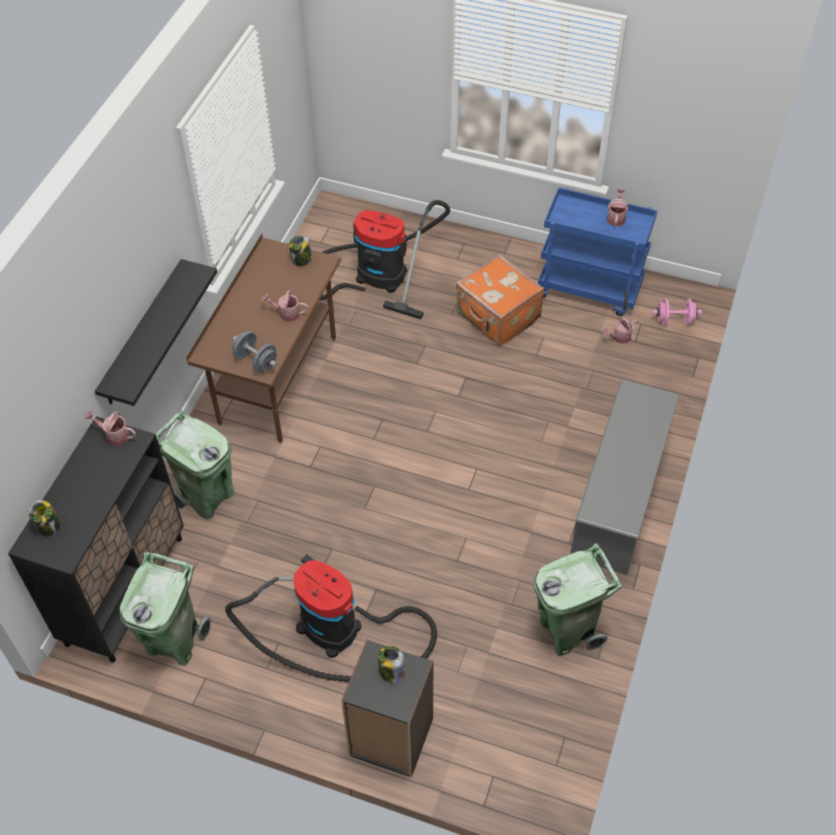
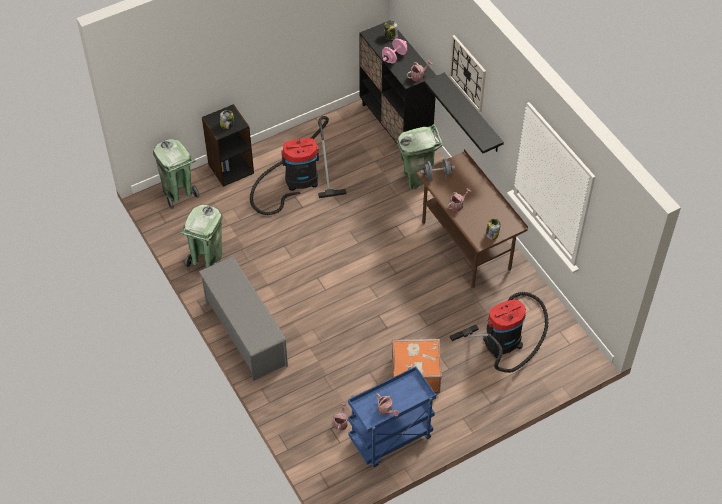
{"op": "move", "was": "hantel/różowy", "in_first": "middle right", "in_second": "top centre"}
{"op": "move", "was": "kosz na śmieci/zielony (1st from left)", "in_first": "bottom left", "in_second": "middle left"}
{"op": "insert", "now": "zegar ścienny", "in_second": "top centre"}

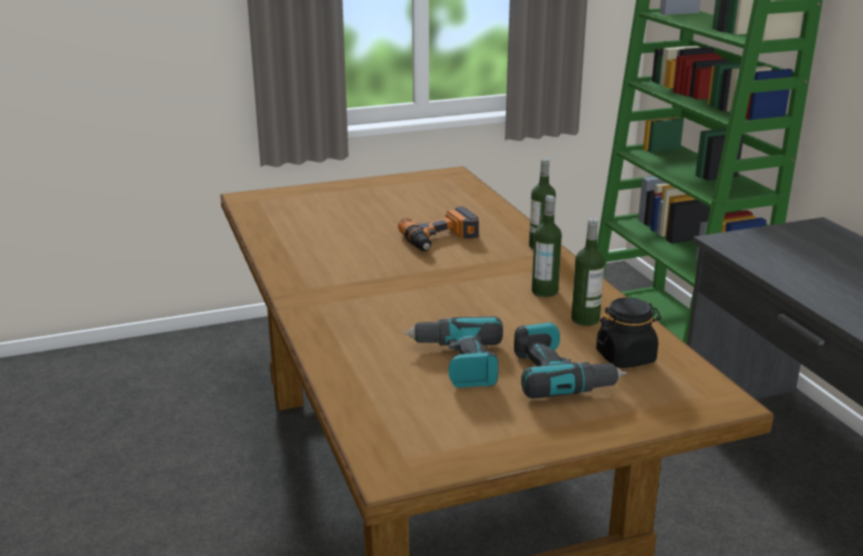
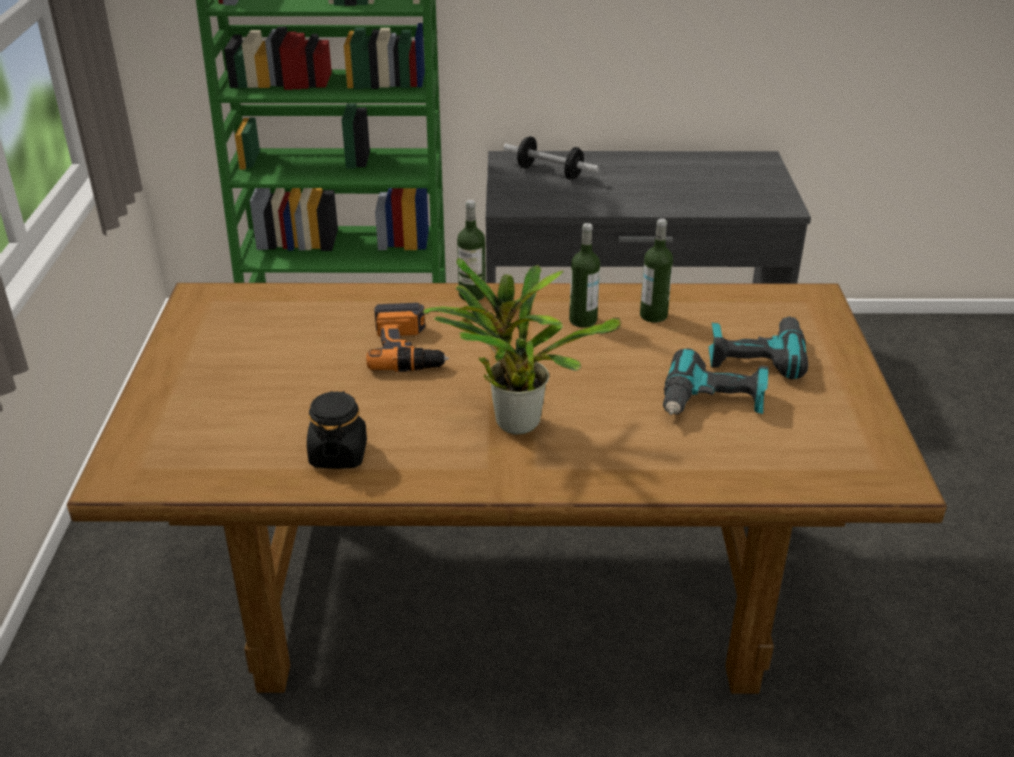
{"op": "move", "was": "słoik/czarny", "in_first": "middle right", "in_second": "middle left"}
{"op": "insert", "now": "hantel", "in_second": "top centre"}
{"op": "insert", "now": "roślina doniczkowa", "in_second": "centre"}

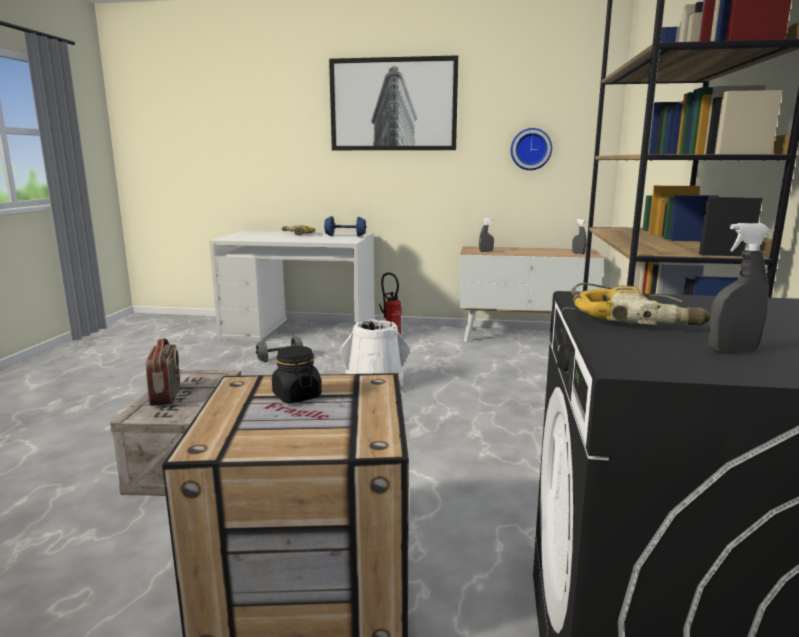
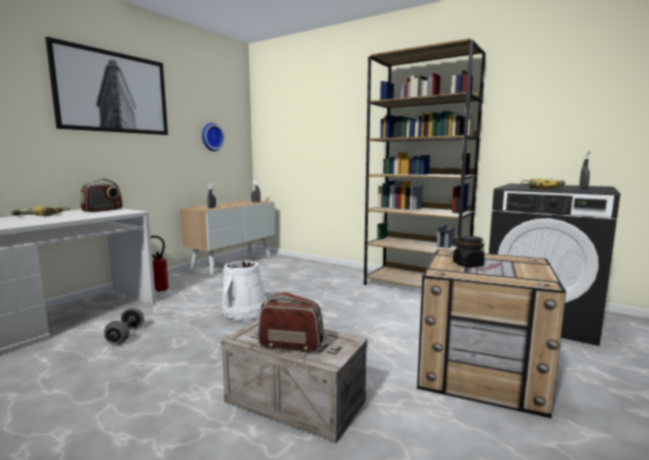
{"op": "replace", "was": "hantel/niebieski", "now": "radio (1st from left)", "in_first": "centre", "in_second": "middle left"}

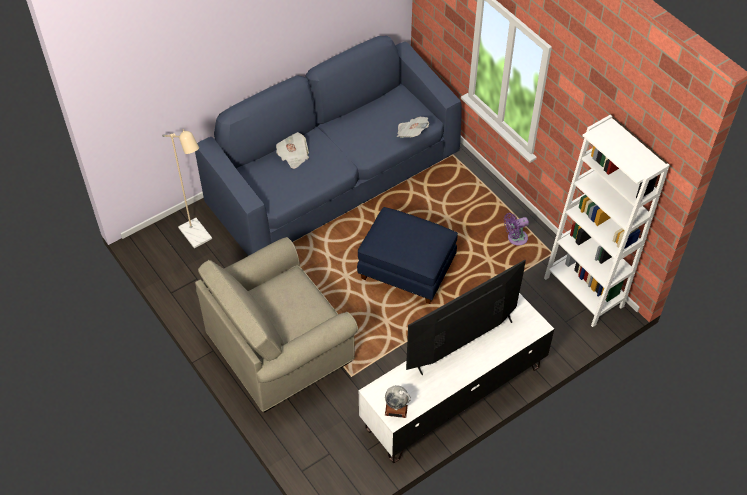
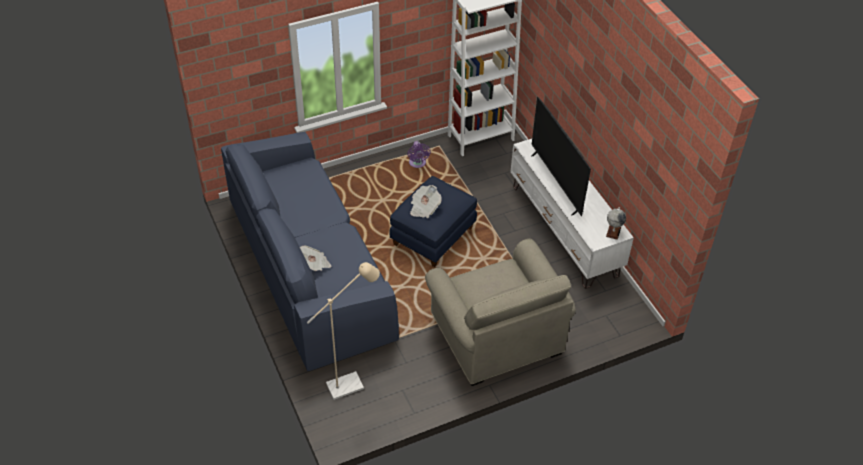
{"op": "move", "was": "gazeta (2nd from left)", "in_first": "top centre", "in_second": "centre"}

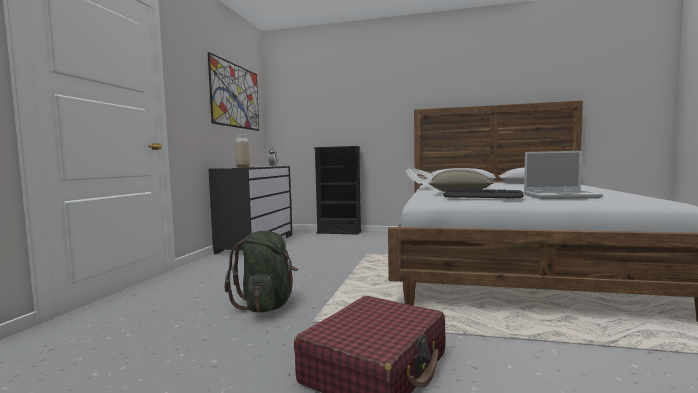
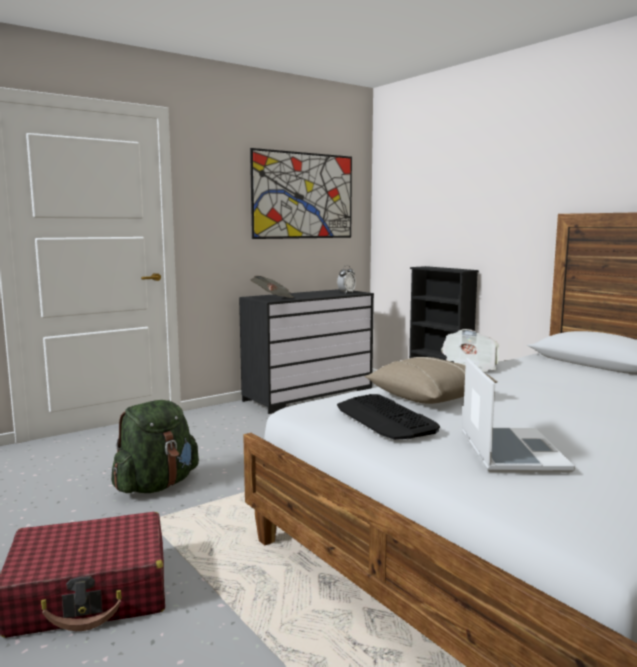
{"op": "replace", "was": "wazon", "now": "gazeta (1st from left)", "in_first": "centre", "in_second": "centre"}
{"op": "rotate", "was": "laptop", "in_first": "middle right", "in_second": "middle right", "clockwise": -135}

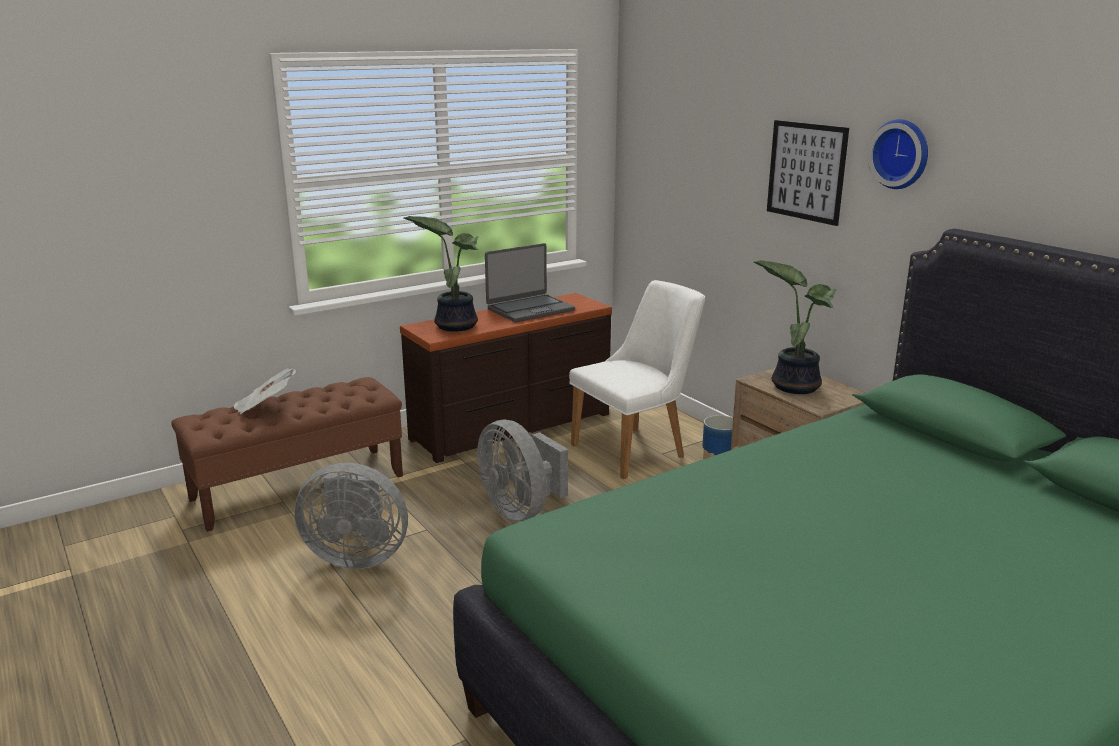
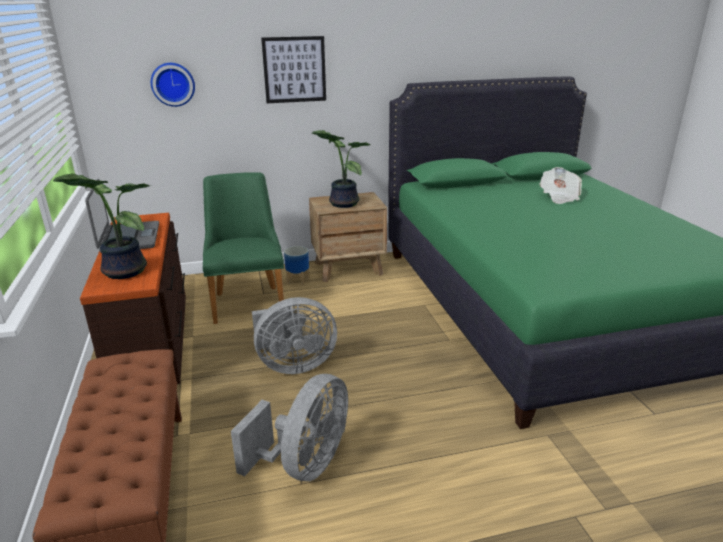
{"op": "move", "was": "zegar ścienny", "in_first": "top right", "in_second": "top left"}
{"op": "recolor", "was": "krzesło/biały", "now": "krzesło/zielony", "in_first": "centre", "in_second": "centre"}
{"op": "move", "was": "gazeta", "in_first": "middle left", "in_second": "middle right"}

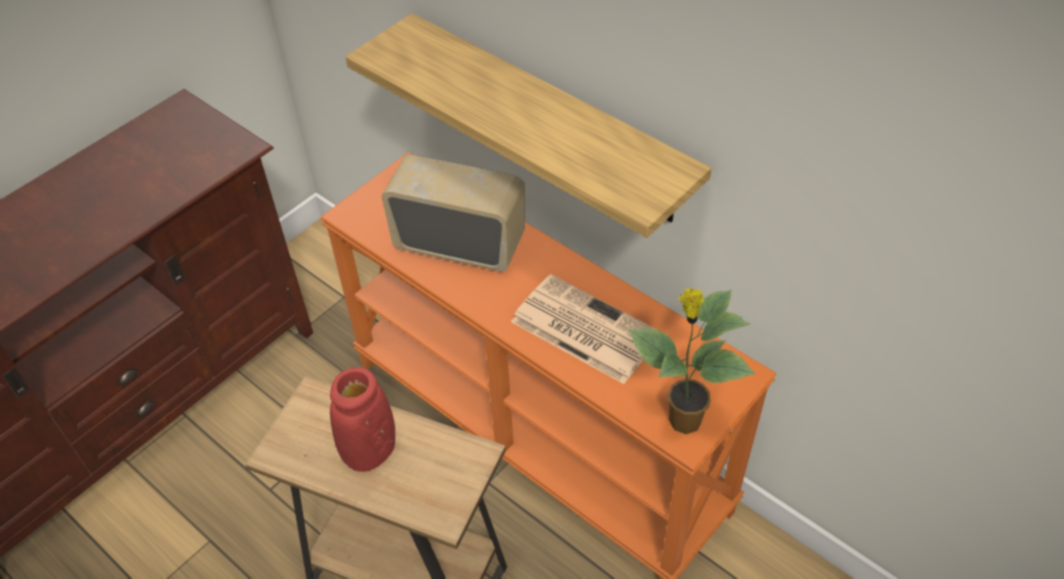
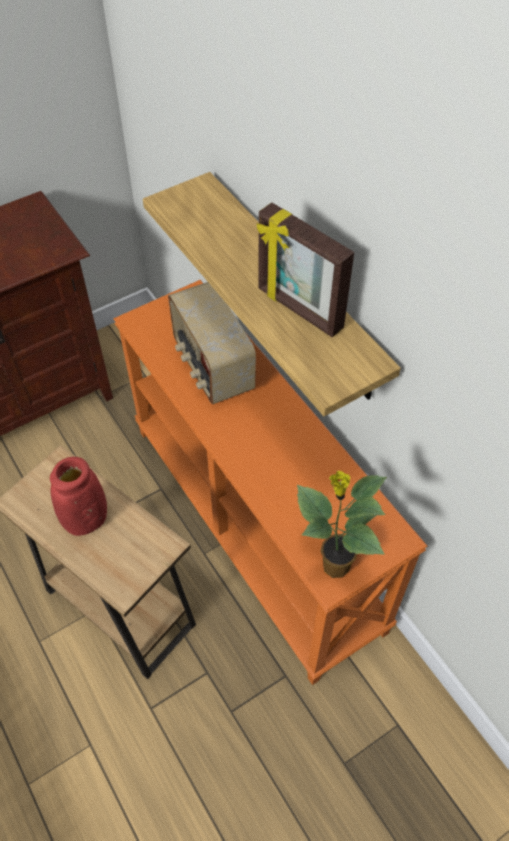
{"op": "rotate", "was": "radio", "in_first": "centre", "in_second": "centre", "clockwise": -150}
{"op": "delete", "was": "gazeta", "in_first": "centre"}
{"op": "insert", "now": "ramka na zdjęcie", "in_second": "top centre"}

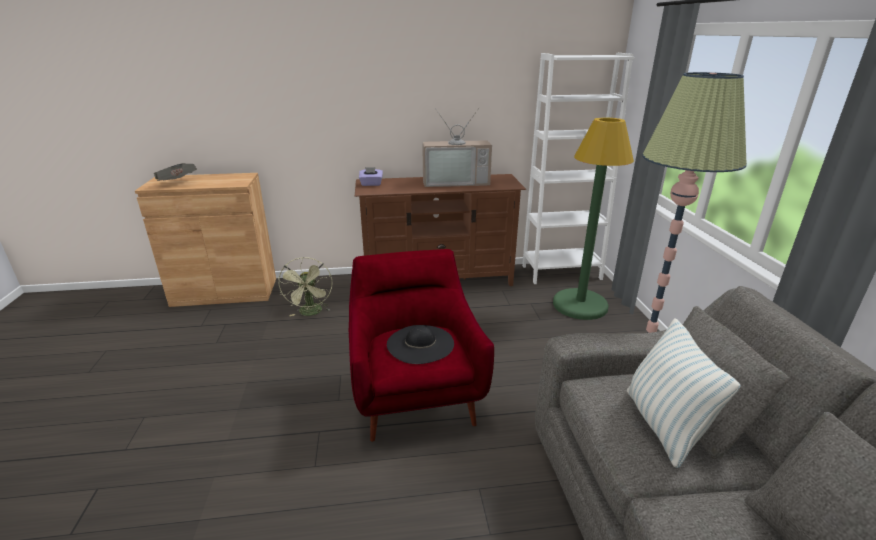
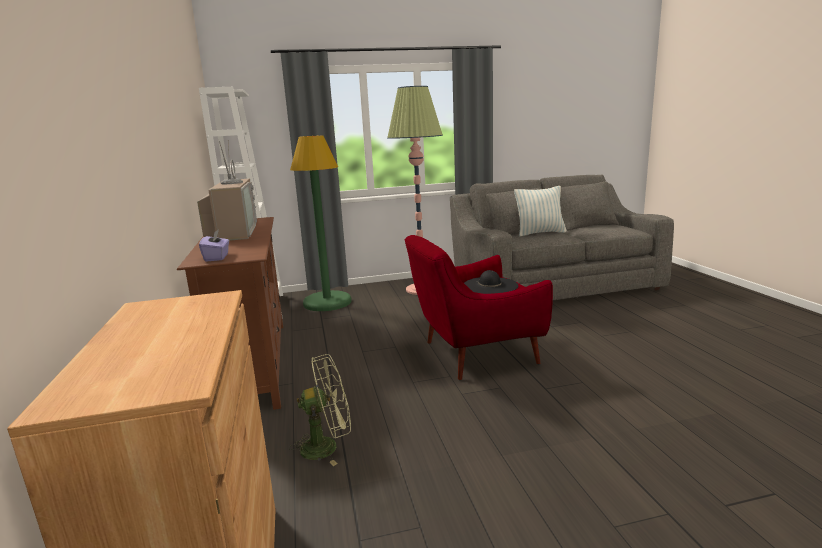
{"op": "delete", "was": "gazeta", "in_first": "top left"}

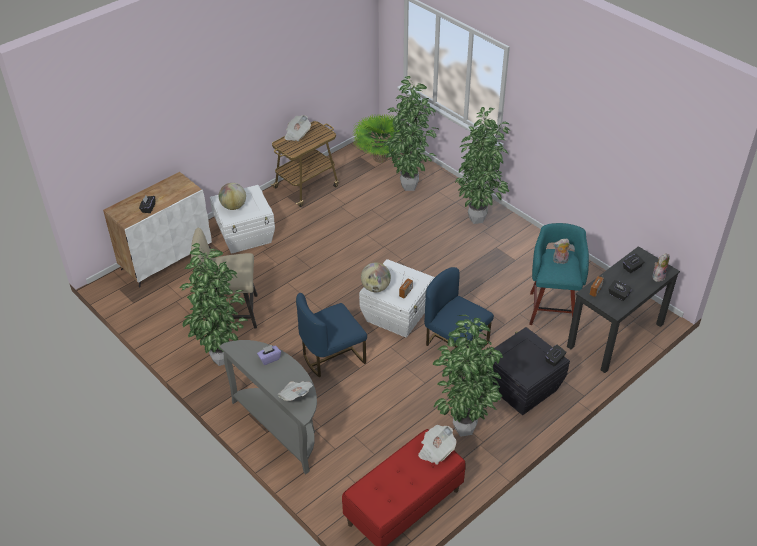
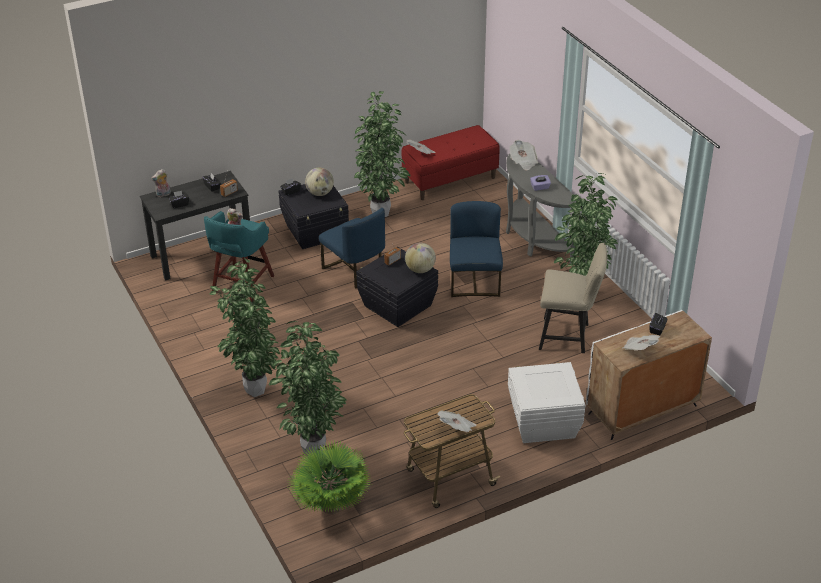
{"op": "move", "was": "globus (1st from left)", "in_first": "middle left", "in_second": "top centre"}
{"op": "recolor", "was": "pojemnik do przechowywania/biały (2nd from left)", "now": "pojemnik do przechowywania/czarny (2nd from left)", "in_first": "centre", "in_second": "centre"}
{"op": "rotate", "was": "krzesło/niebieski (1st from left in the first image)", "in_first": "centre", "in_second": "centre", "clockwise": -75}
{"op": "insert", "now": "gazeta (4th from left)", "in_second": "middle right"}

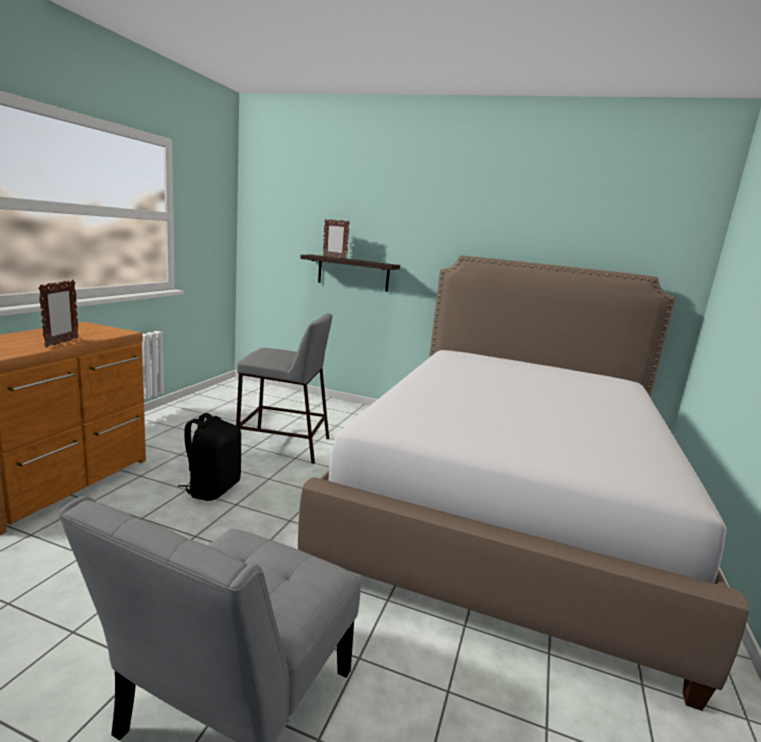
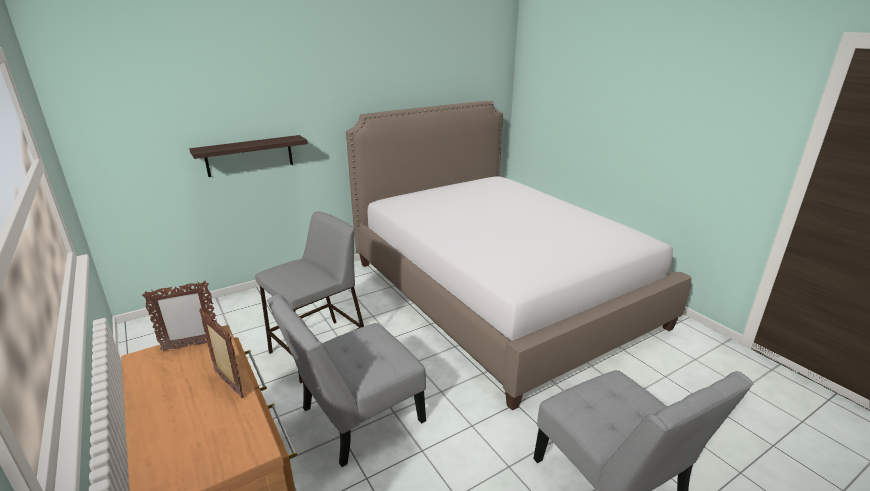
{"op": "move", "was": "ramka na zdjęcie (2nd from left in the first image)", "now": "ramka na zdjęcie (1st from left)", "in_first": "top centre", "in_second": "middle left"}
{"op": "replace", "was": "plecak/czarny", "now": "krzesło/szary (1st from left)", "in_first": "middle left", "in_second": "bottom centre"}

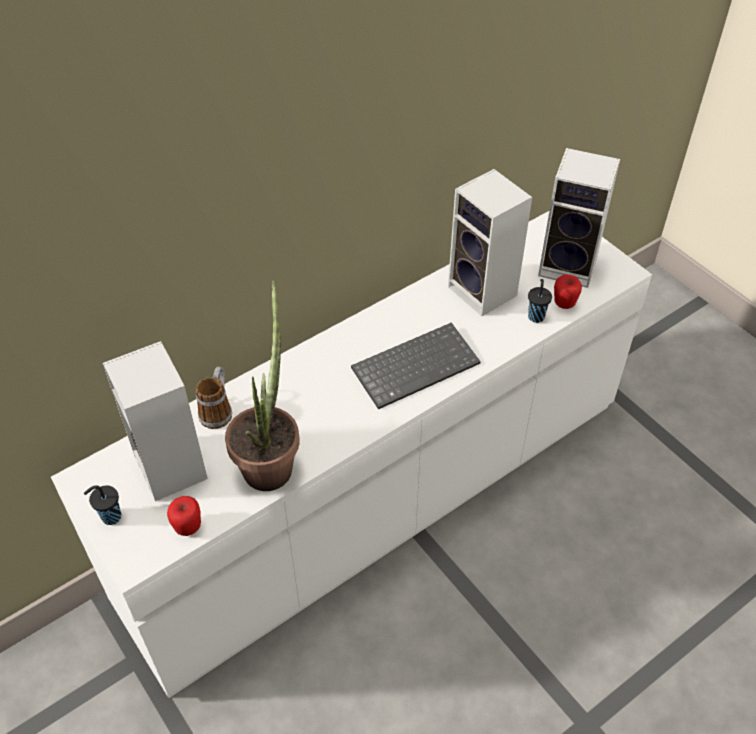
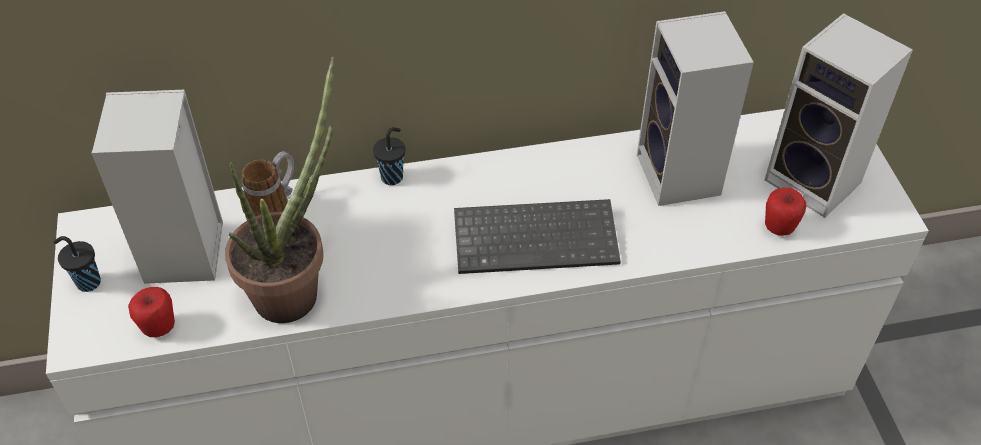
{"op": "move", "was": "filiżanka/czarny (2nd from left)", "in_first": "middle right", "in_second": "centre"}

